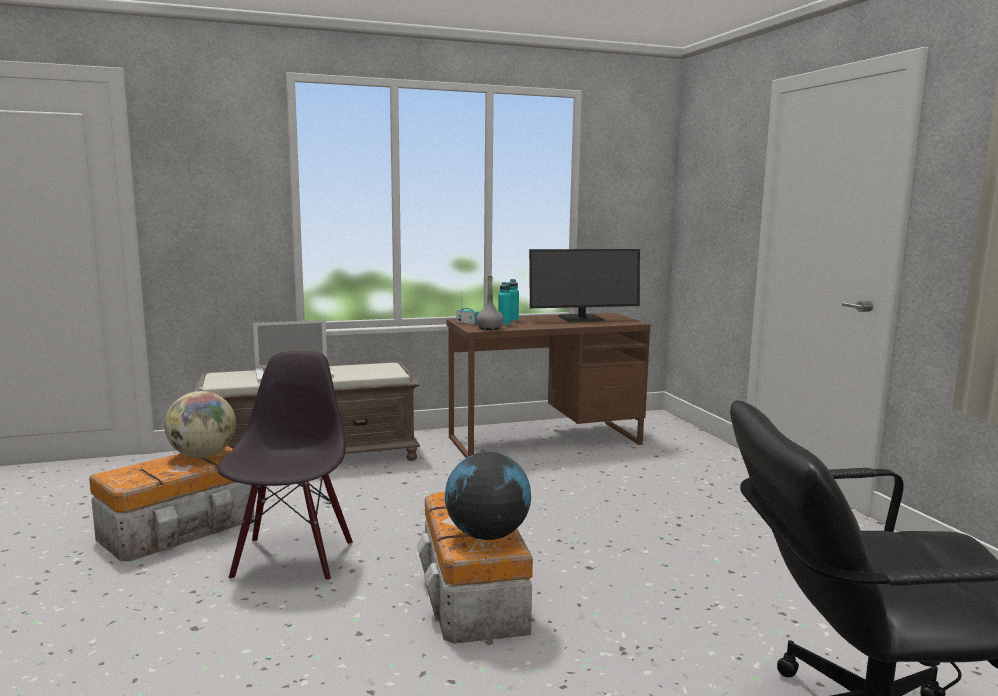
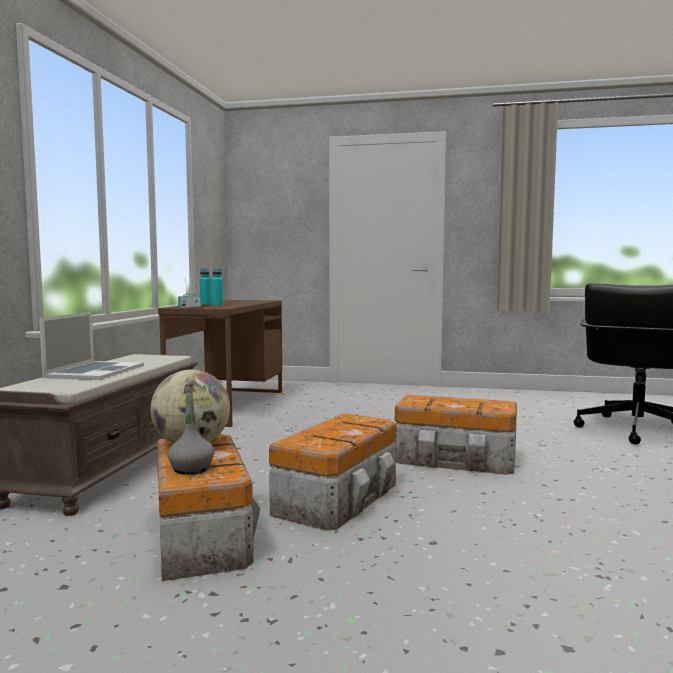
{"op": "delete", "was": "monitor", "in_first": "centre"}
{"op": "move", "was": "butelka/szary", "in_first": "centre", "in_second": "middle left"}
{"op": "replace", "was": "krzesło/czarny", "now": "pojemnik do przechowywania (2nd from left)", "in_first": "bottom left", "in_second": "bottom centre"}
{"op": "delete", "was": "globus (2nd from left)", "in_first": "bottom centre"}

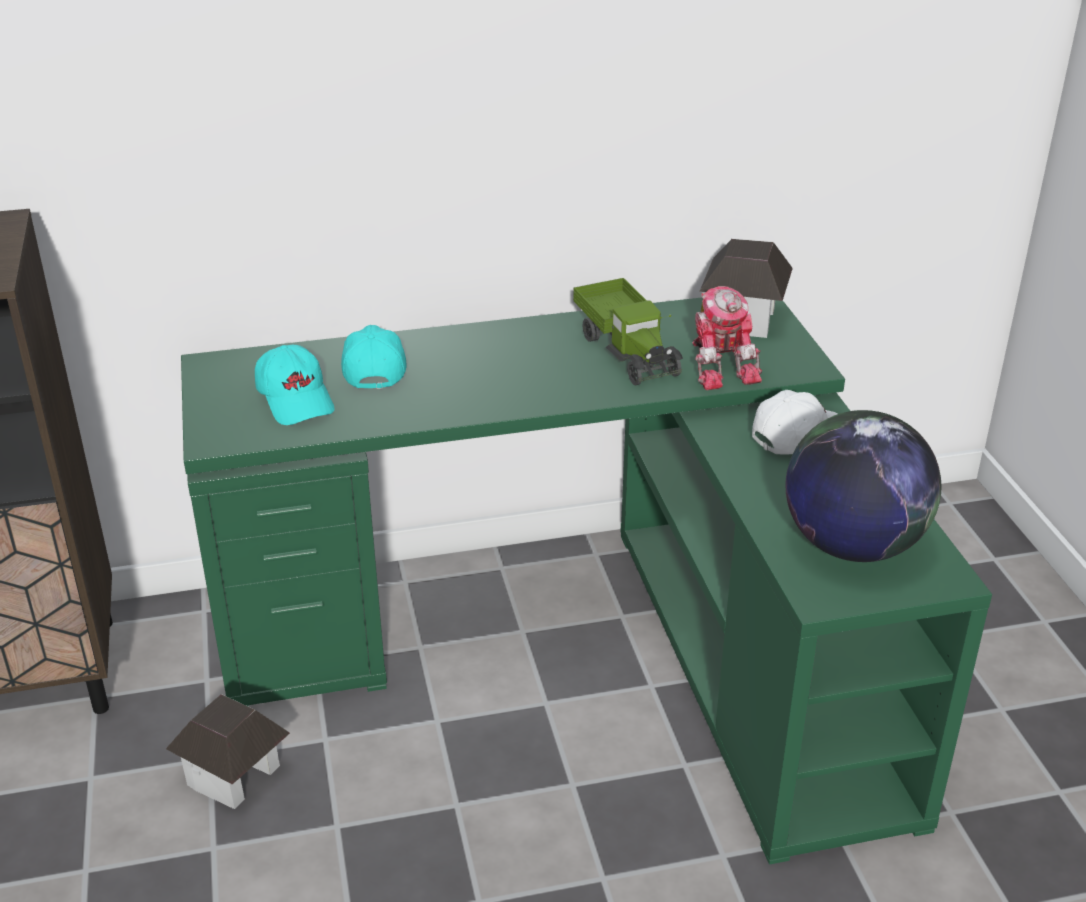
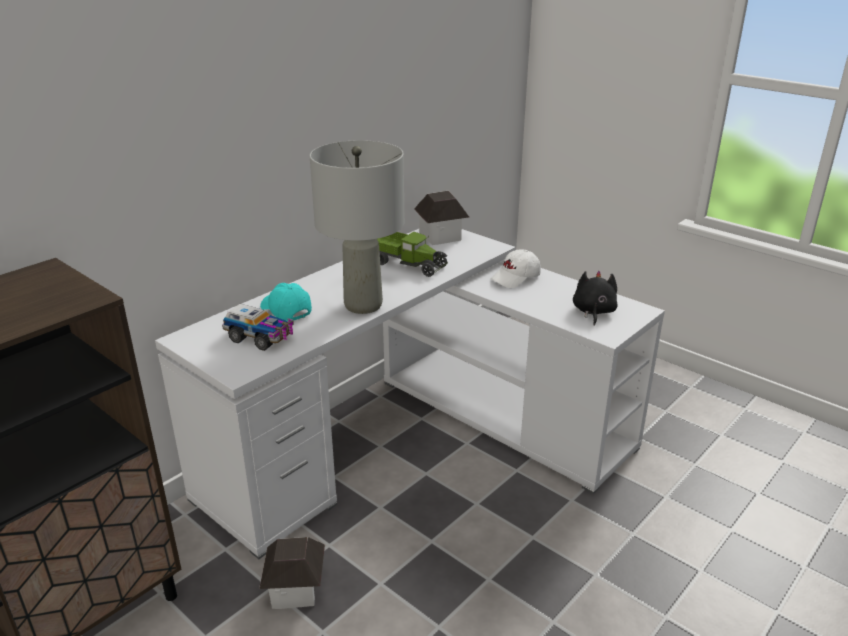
{"op": "delete", "was": "robot zabawkowy", "in_first": "middle right"}
{"op": "recolor", "was": "biurko/zielony", "now": "biurko/biały", "in_first": "centre", "in_second": "centre"}
{"op": "replace", "was": "czapka z daszkiem/turkusowy (1st from left)", "now": "ciężarówka zabawkowa (1st from left)", "in_first": "middle left", "in_second": "middle left"}
{"op": "rotate", "was": "czapka z daszkiem/biały", "in_first": "middle right", "in_second": "centre", "clockwise": -150}
{"op": "replace", "was": "globus", "now": "pluszak/czarny", "in_first": "middle right", "in_second": "middle right"}
{"op": "insert", "now": "lampa stołowa/szary", "in_second": "centre"}

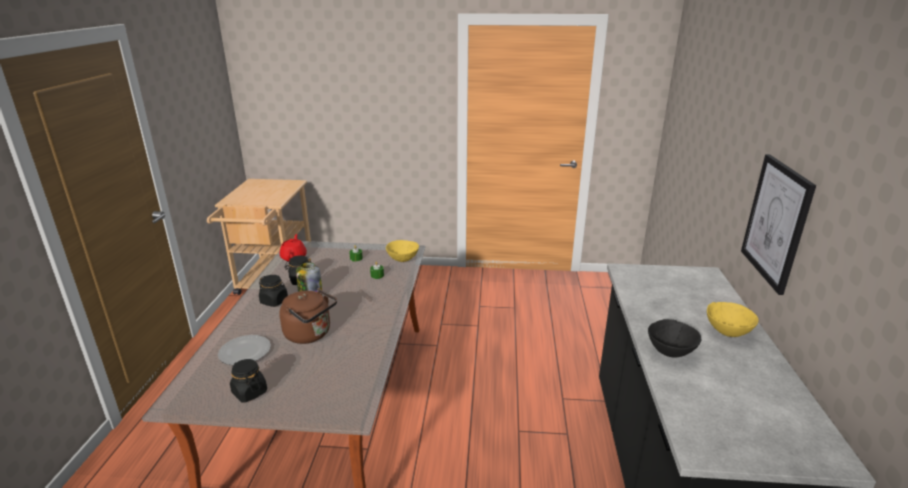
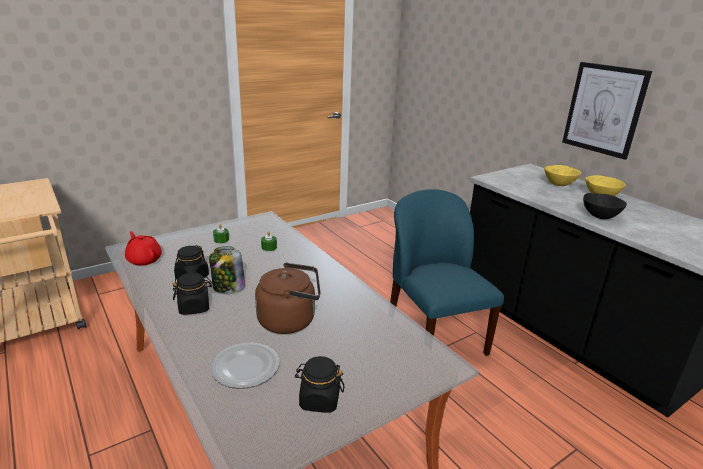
{"op": "move", "was": "miska/żółty (1st from left)", "in_first": "centre", "in_second": "middle right"}
{"op": "insert", "now": "krzesło/niebieski", "in_second": "centre"}

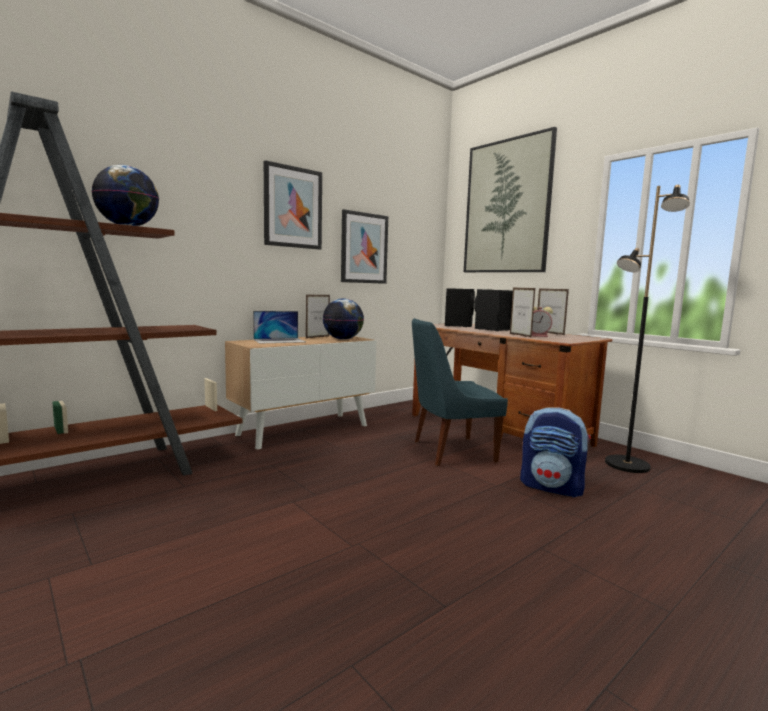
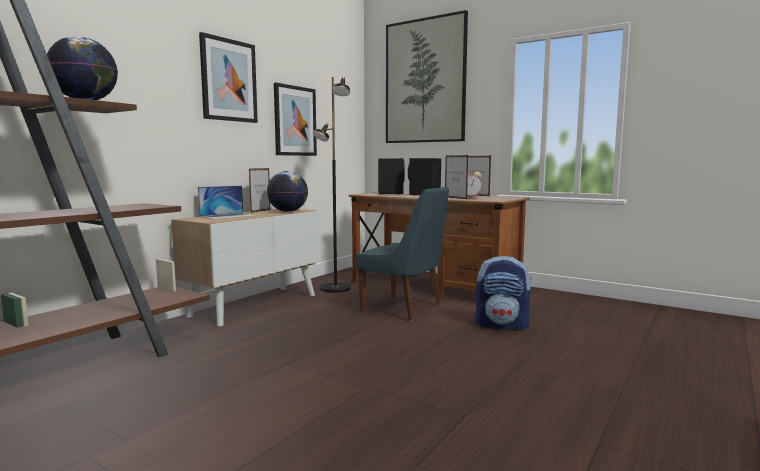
{"op": "move", "was": "lampa stojąca/czarny", "in_first": "middle right", "in_second": "centre"}
{"op": "rotate", "was": "krzesło/niebieski", "in_first": "centre", "in_second": "centre", "clockwise": -120}

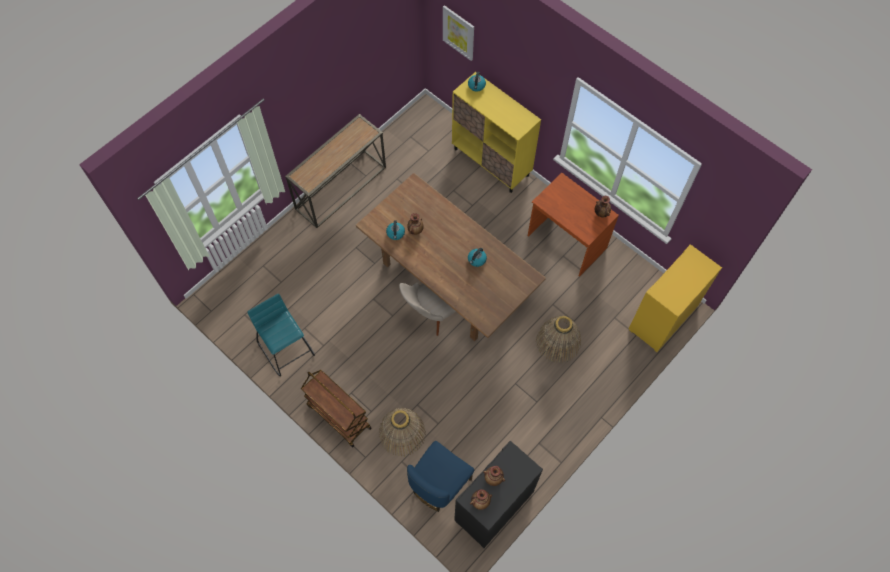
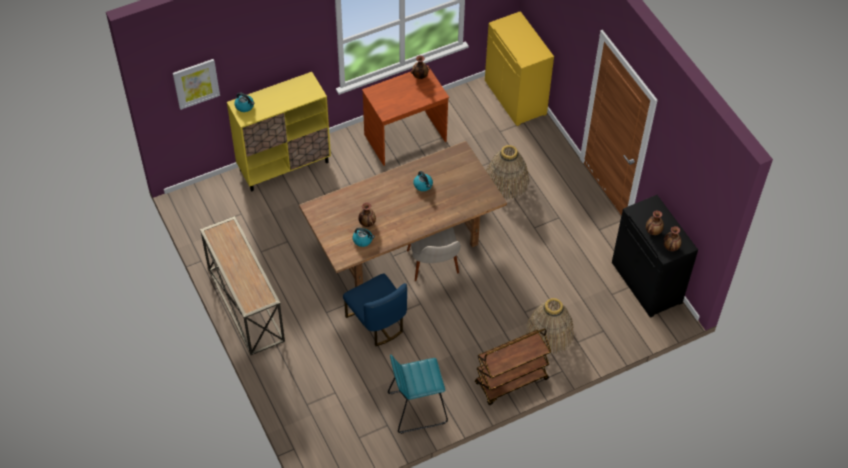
{"op": "move", "was": "krzesło/niebieski", "in_first": "bottom centre", "in_second": "centre"}

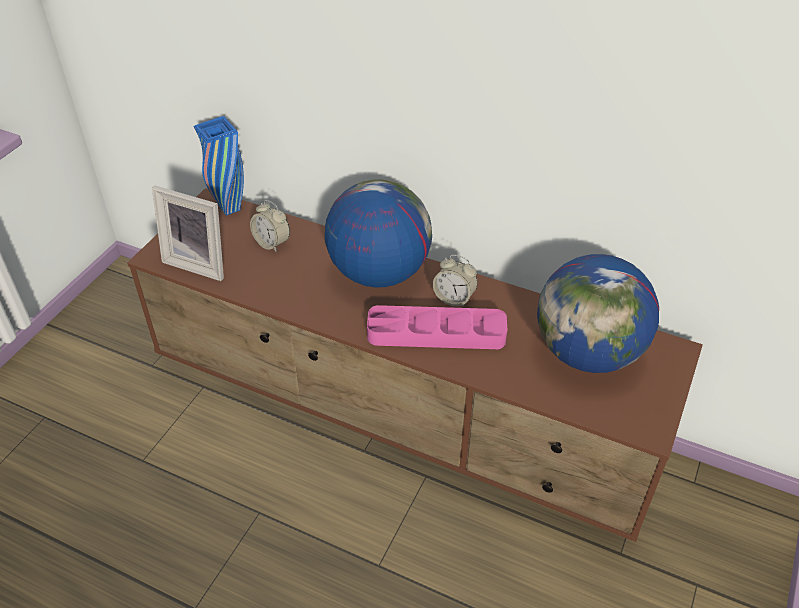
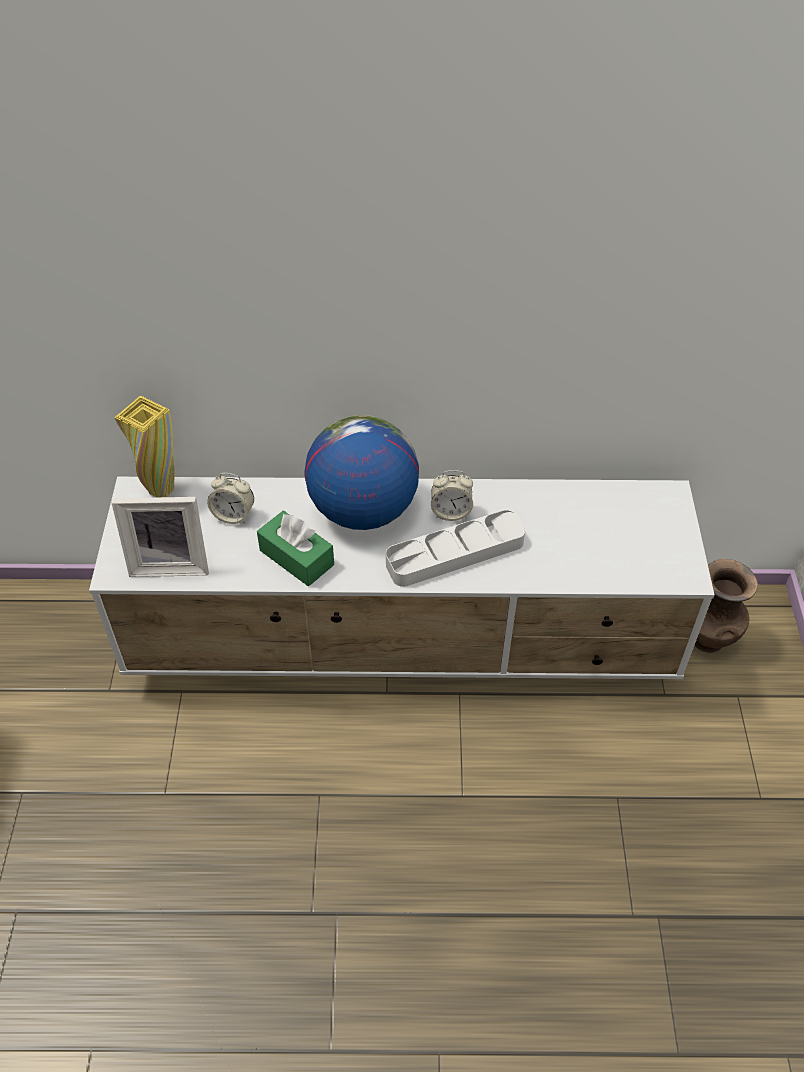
{"op": "recolor", "was": "wazon/niebieski", "now": "wazon/żółty", "in_first": "top left", "in_second": "middle left"}
{"op": "recolor", "was": "szafka pod telewizor/brązowy", "now": "szafka pod telewizor/biały", "in_first": "centre", "in_second": "centre"}
{"op": "delete", "was": "globus (2nd from left)", "in_first": "middle right"}
{"op": "recolor", "was": "taca/różowy", "now": "taca/szary", "in_first": "centre", "in_second": "centre"}
{"op": "insert", "now": "pudełko chusteczek/zielony", "in_second": "centre"}
{"op": "insert", "now": "wazon/brązowy", "in_second": "middle right"}

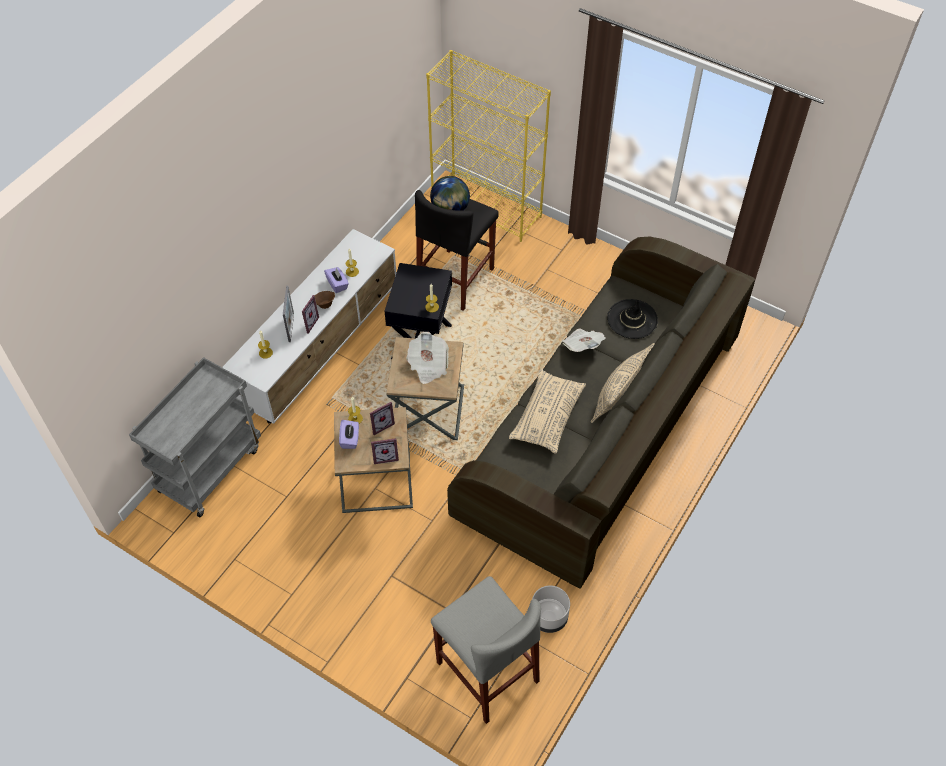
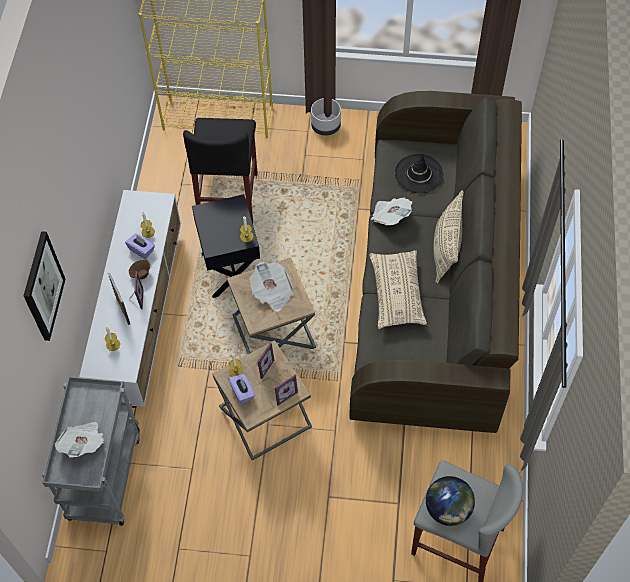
{"op": "move", "was": "globus", "in_first": "top centre", "in_second": "bottom right"}
{"op": "move", "was": "donica/szary", "in_first": "bottom centre", "in_second": "top centre"}
{"op": "insert", "now": "obraz", "in_second": "middle left"}
{"op": "insert", "now": "gazeta (1st from left)", "in_second": "bottom left"}

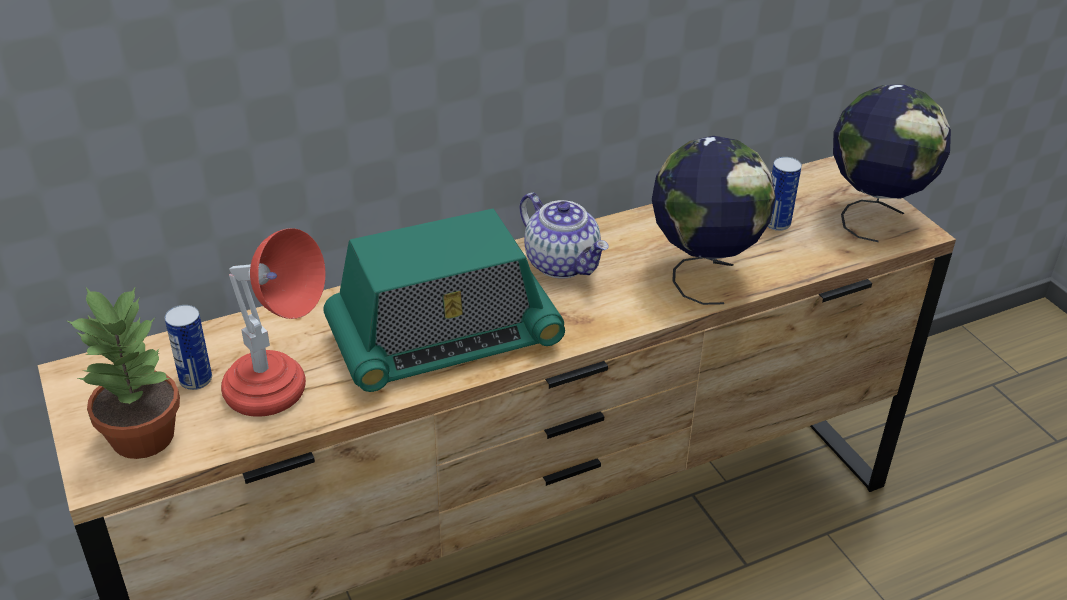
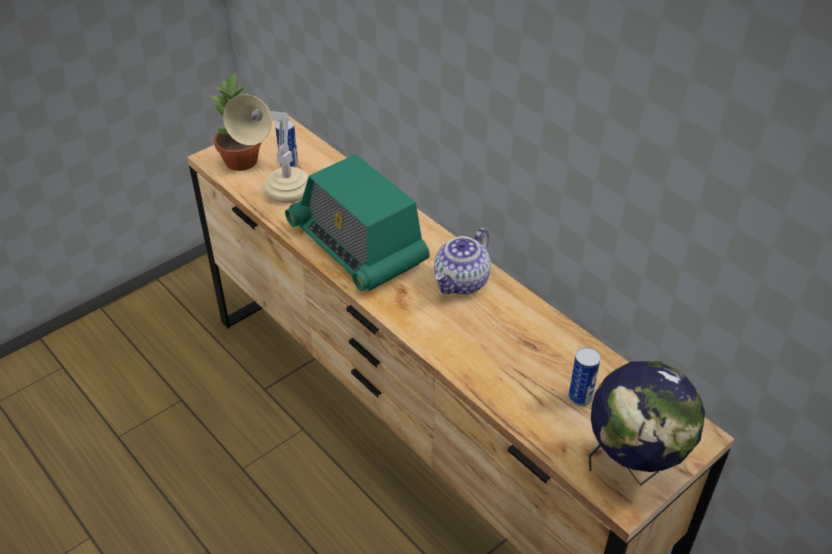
{"op": "delete", "was": "globus (1st from left)", "in_first": "middle right"}
{"op": "recolor", "was": "lampa stołowa/czerwony", "now": "lampa stołowa/beżowy", "in_first": "middle left", "in_second": "top left"}

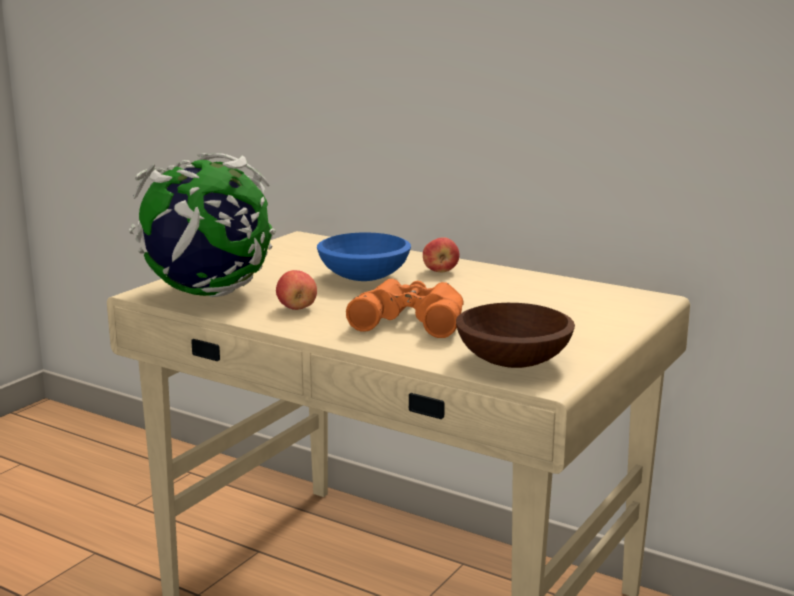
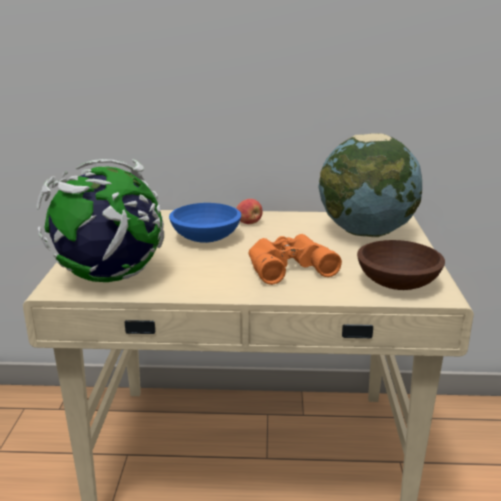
{"op": "delete", "was": "jabłko (1st from left)", "in_first": "centre"}
{"op": "insert", "now": "globus (2nd from left)", "in_second": "middle right"}

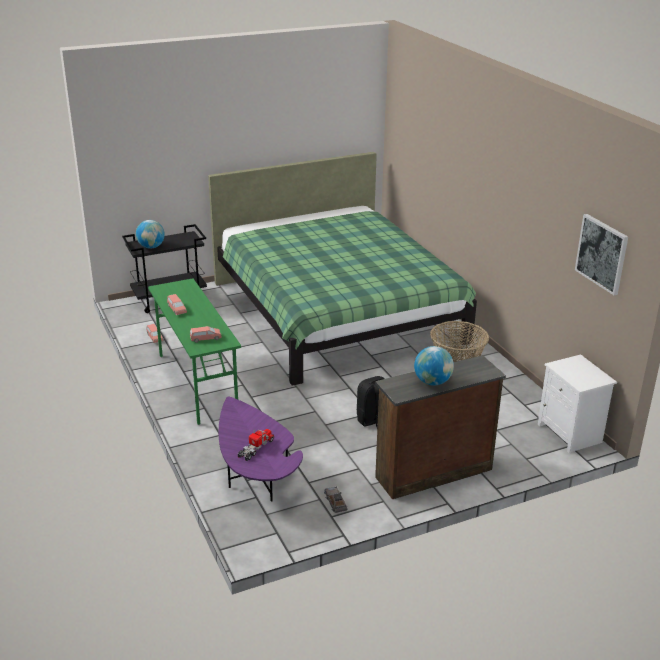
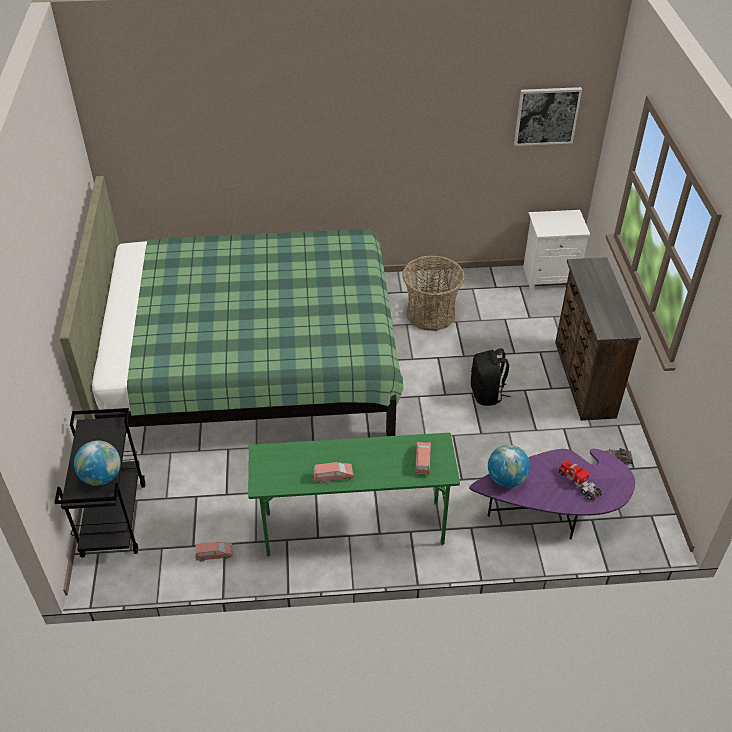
{"op": "move", "was": "globus (2nd from left)", "in_first": "centre", "in_second": "middle right"}

